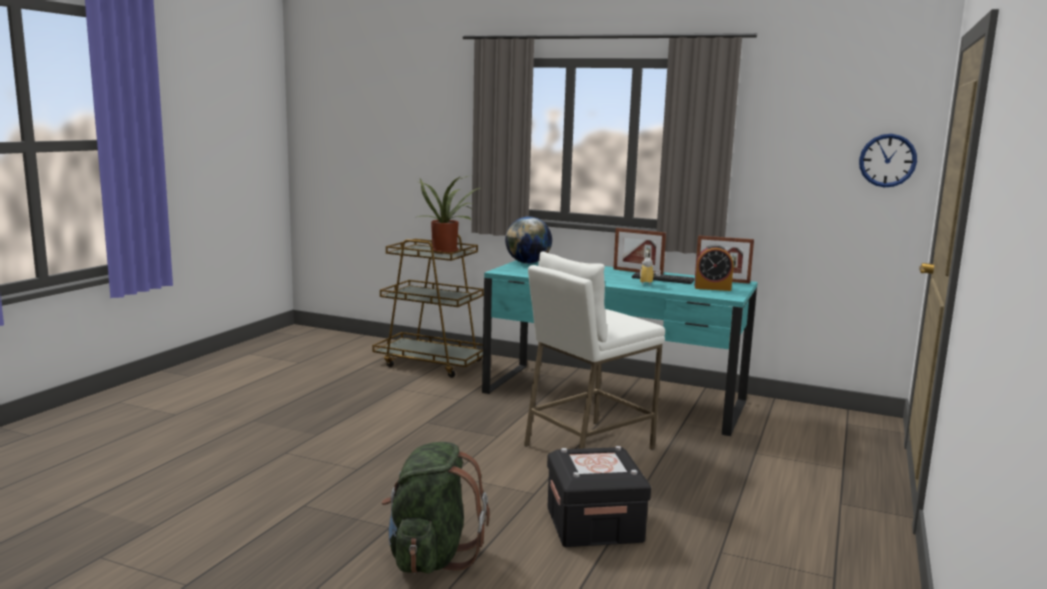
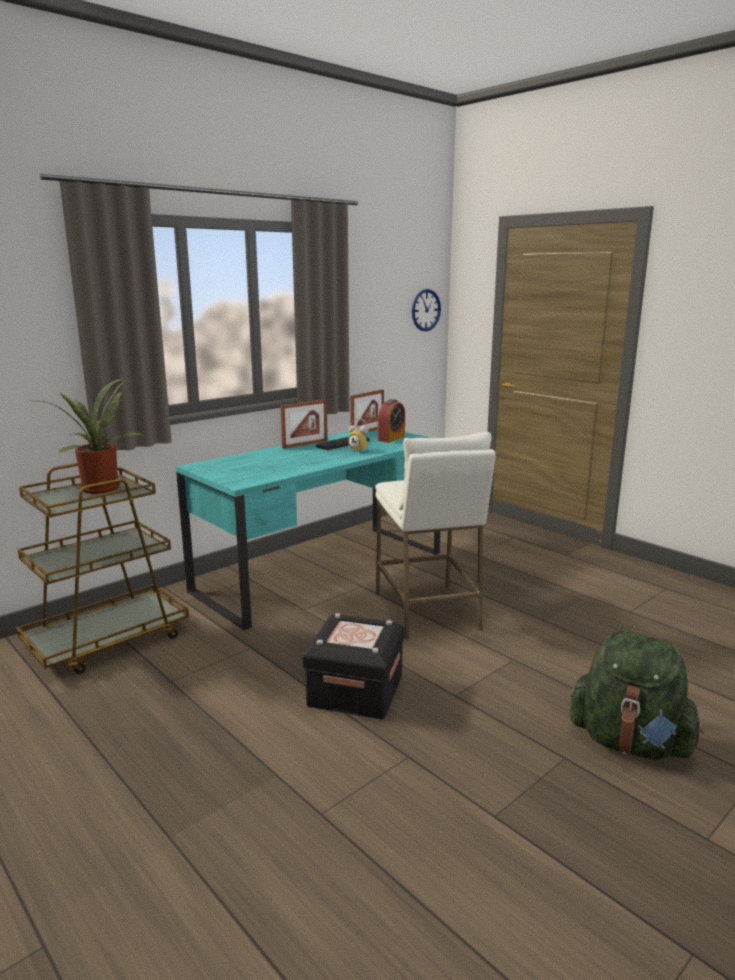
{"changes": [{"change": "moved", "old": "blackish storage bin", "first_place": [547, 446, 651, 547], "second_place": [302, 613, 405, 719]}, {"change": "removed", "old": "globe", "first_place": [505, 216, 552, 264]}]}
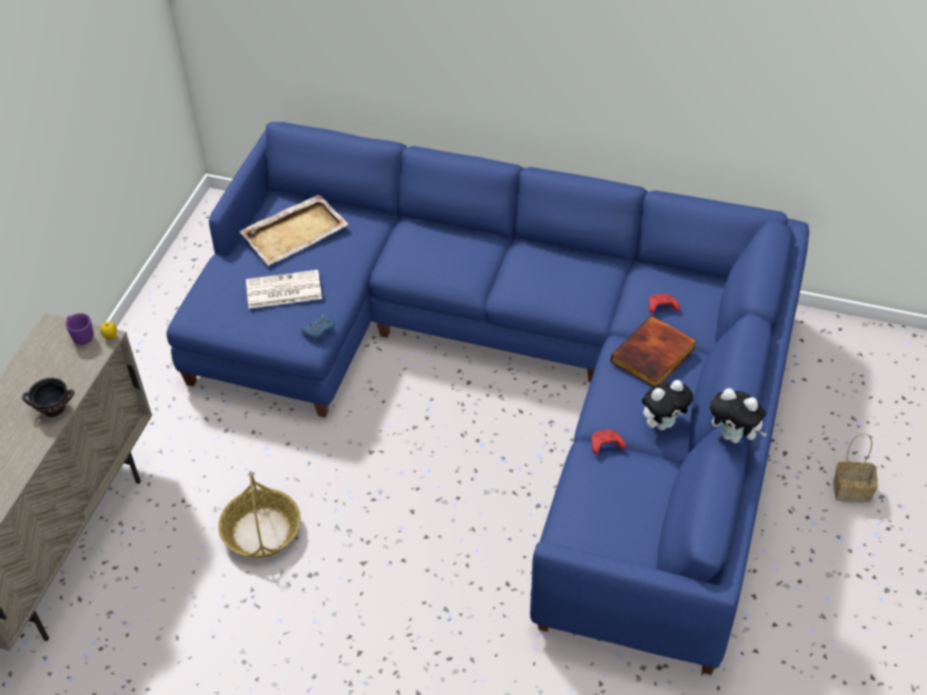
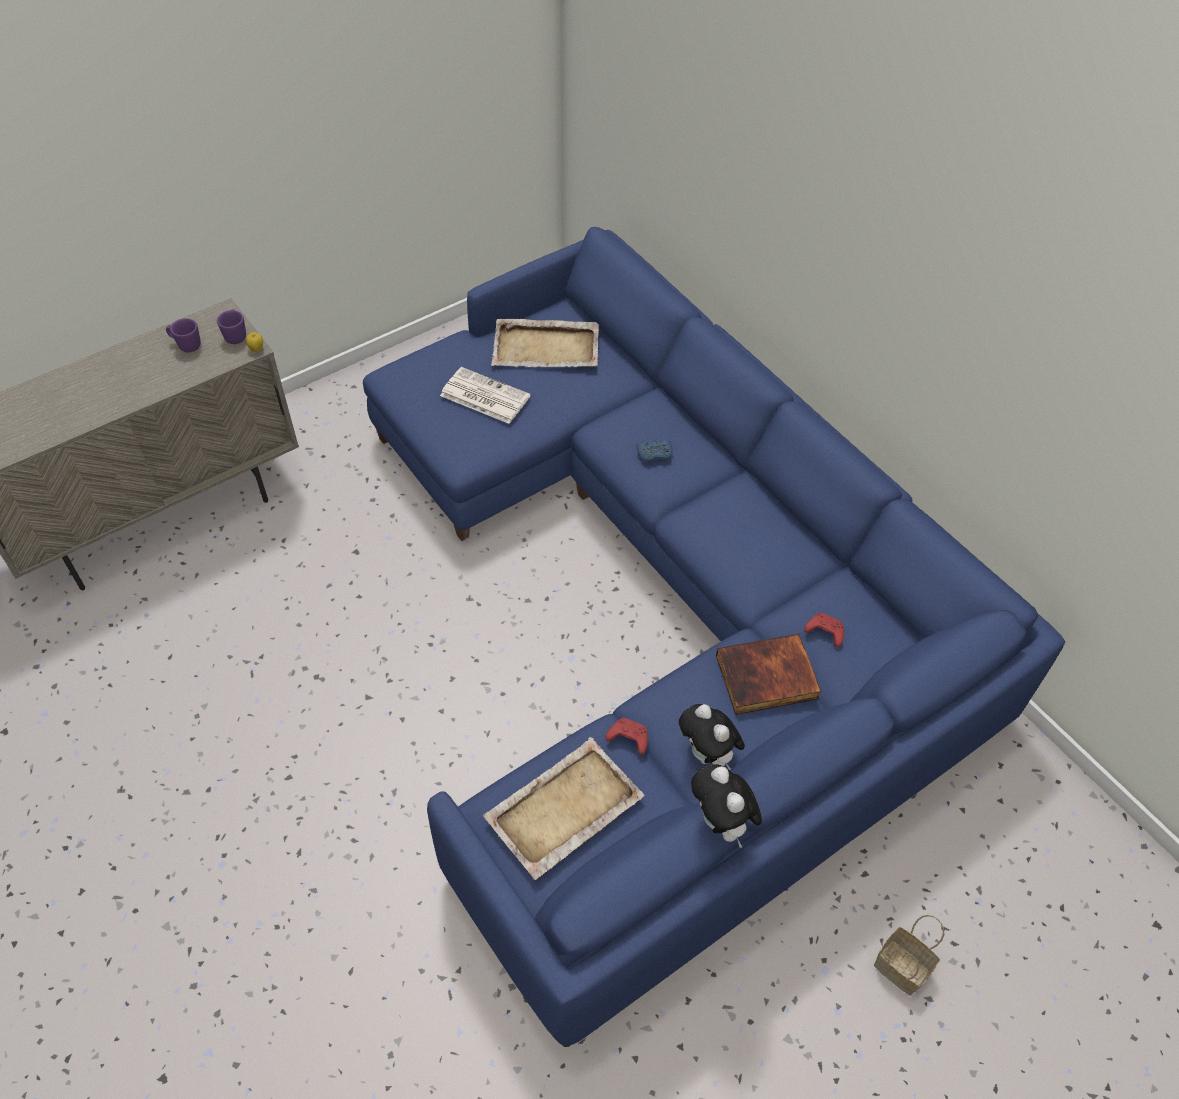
{"changes": [{"change": "added", "new": "purple coffee mug", "second_place": [166, 318, 201, 352]}, {"change": "added", "new": "sand-coloured serving tray", "second_place": [483, 737, 645, 880]}, {"change": "moved", "old": "bluish game controller", "first_place": [301, 314, 335, 339], "second_place": [637, 440, 672, 462]}, {"change": "turned", "old": "cuddly toy", "first_place": [642, 380, 693, 430], "second_place": [679, 704, 745, 770], "degrees": 45}, {"change": "removed", "old": "blackish serving bowl", "first_place": [22, 378, 74, 417]}, {"change": "removed", "old": "basket", "first_place": [218, 474, 301, 558]}]}
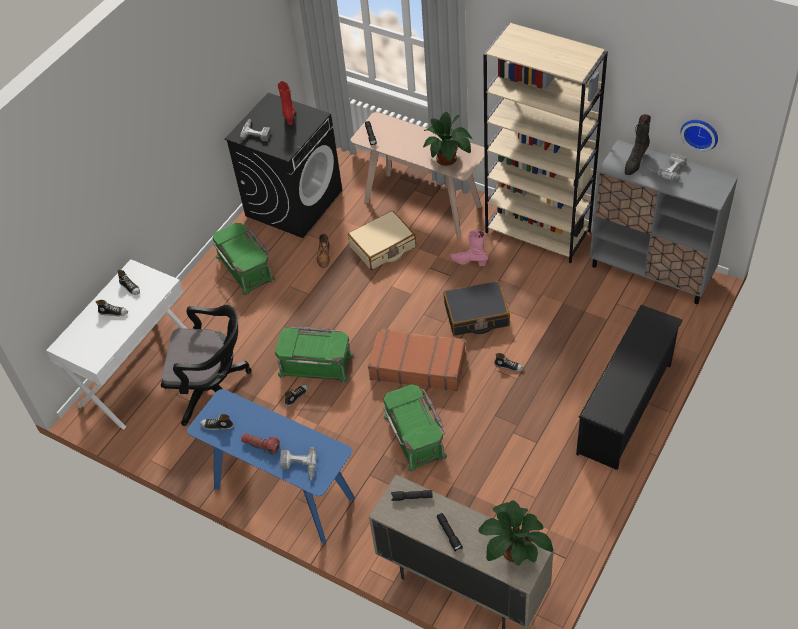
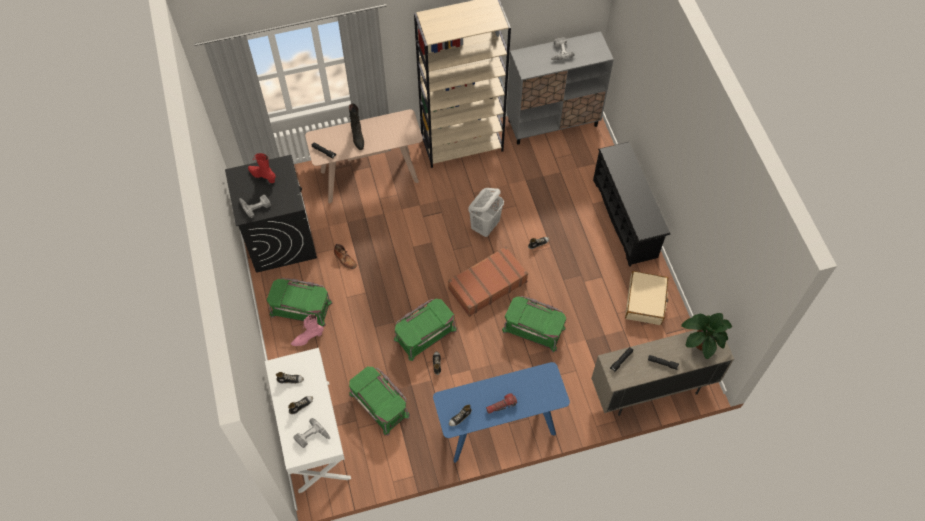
{"changes": [{"change": "moved", "old": "pinkish boot", "first_place": [450, 230, 488, 266], "second_place": [291, 314, 324, 346]}, {"change": "moved", "old": "drill", "first_place": [280, 447, 316, 480], "second_place": [293, 418, 330, 448]}, {"change": "moved", "old": "blackish boot", "first_place": [625, 114, 651, 175], "second_place": [349, 104, 364, 150]}, {"change": "replaced", "old": "blackish computer chair", "new": "green-coloured storage bin", "first_place": [161, 305, 252, 426], "second_place": [349, 367, 410, 435]}, {"change": "replaced", "old": "blackish piece of luggage", "new": "white washing basket", "first_place": [443, 281, 510, 336], "second_place": [469, 188, 504, 237]}, {"change": "moved", "old": "sand-coloured piece of luggage", "first_place": [348, 211, 416, 270], "second_place": [625, 271, 668, 325]}, {"change": "removed", "old": "houseplant", "first_place": [423, 112, 472, 166]}, {"change": "removed", "old": "wall clock", "first_place": [681, 120, 718, 152]}]}
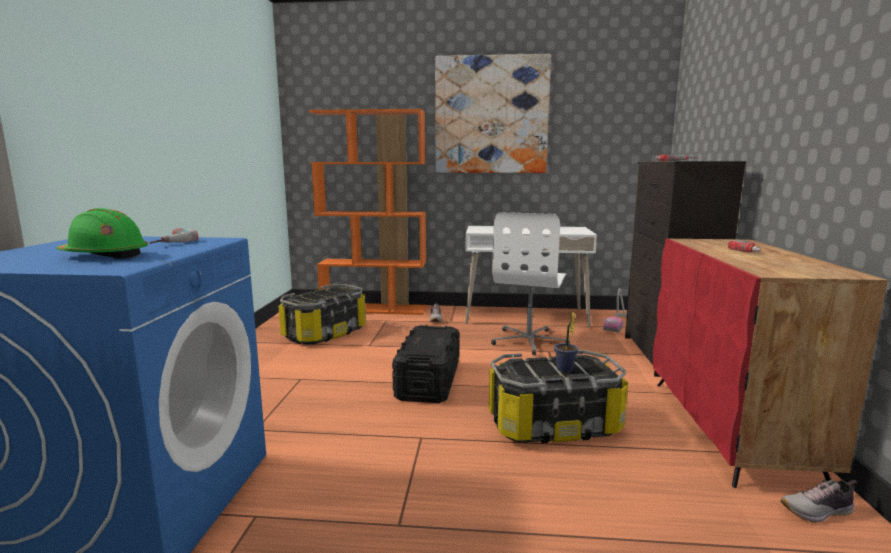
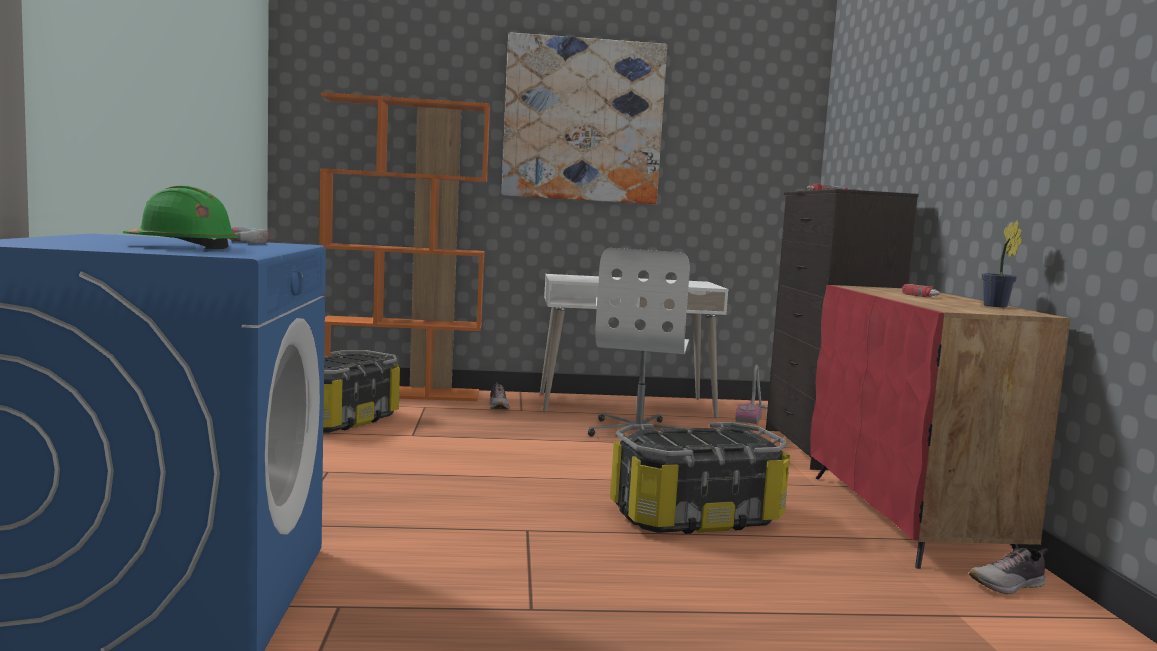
{"changes": [{"change": "moved", "old": "houseplant", "first_place": [554, 311, 578, 373], "second_place": [982, 220, 1022, 308]}, {"change": "removed", "old": "blackish storage bin", "first_place": [392, 325, 459, 403]}]}
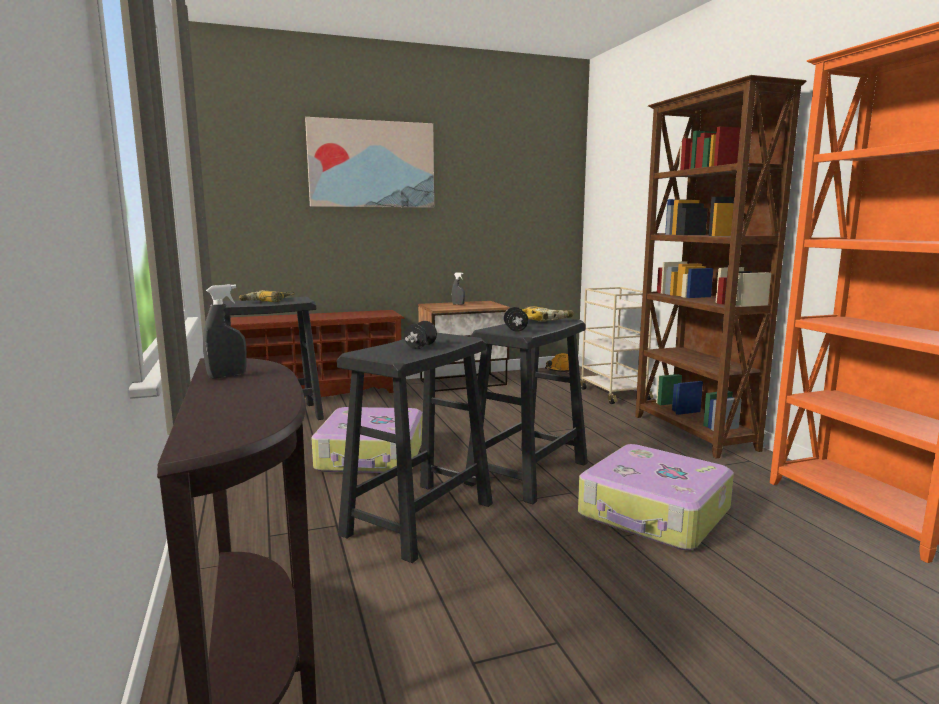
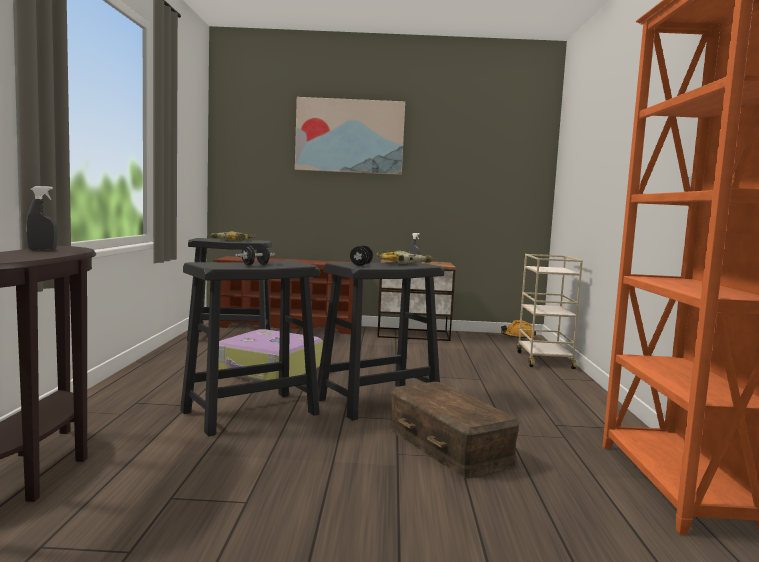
{"changes": [{"change": "replaced", "old": "piece of luggage", "new": "brown-coloured storage bin", "first_place": [578, 444, 734, 550], "second_place": [389, 382, 520, 478]}, {"change": "removed", "old": "brown-coloured bookcase", "first_place": [635, 75, 807, 459]}]}
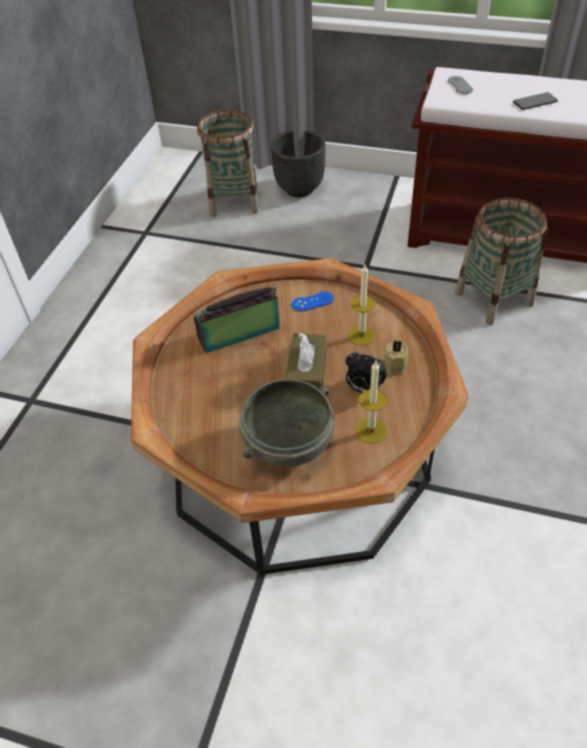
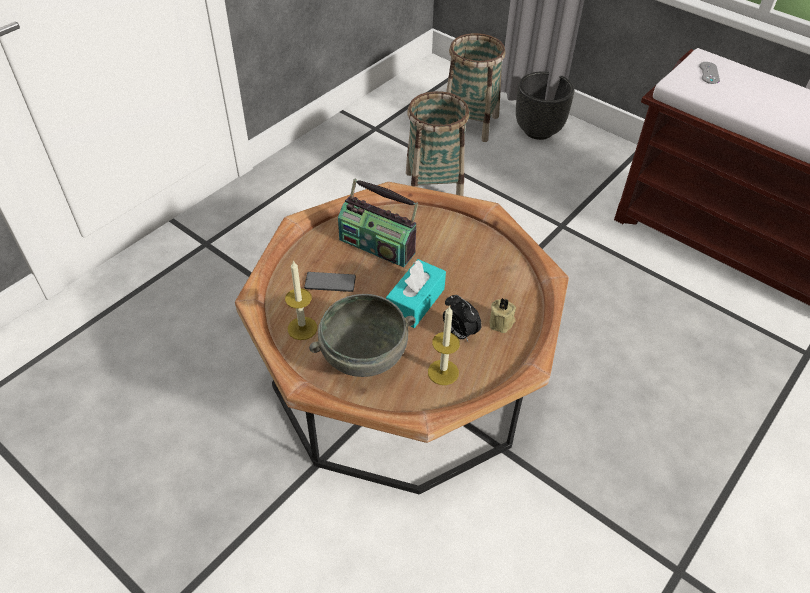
{"changes": [{"change": "moved", "old": "candle", "first_place": [348, 265, 376, 346], "second_place": [285, 260, 317, 340]}, {"change": "moved", "old": "telephone", "first_place": [513, 92, 558, 110], "second_place": [304, 272, 356, 292]}, {"change": "turned", "old": "radio set", "first_place": [194, 285, 279, 353], "second_place": [338, 178, 418, 267], "degrees": -150}, {"change": "recoloured", "old": "brown-coloured tissue holder", "new": "turquoise tissue holder", "first_place": [285, 333, 327, 390], "second_place": [386, 259, 446, 328]}, {"change": "moved", "old": "basket", "first_place": [455, 198, 547, 325], "second_place": [406, 91, 469, 196]}, {"change": "removed", "old": "bluish game controller", "first_place": [291, 291, 334, 311]}]}
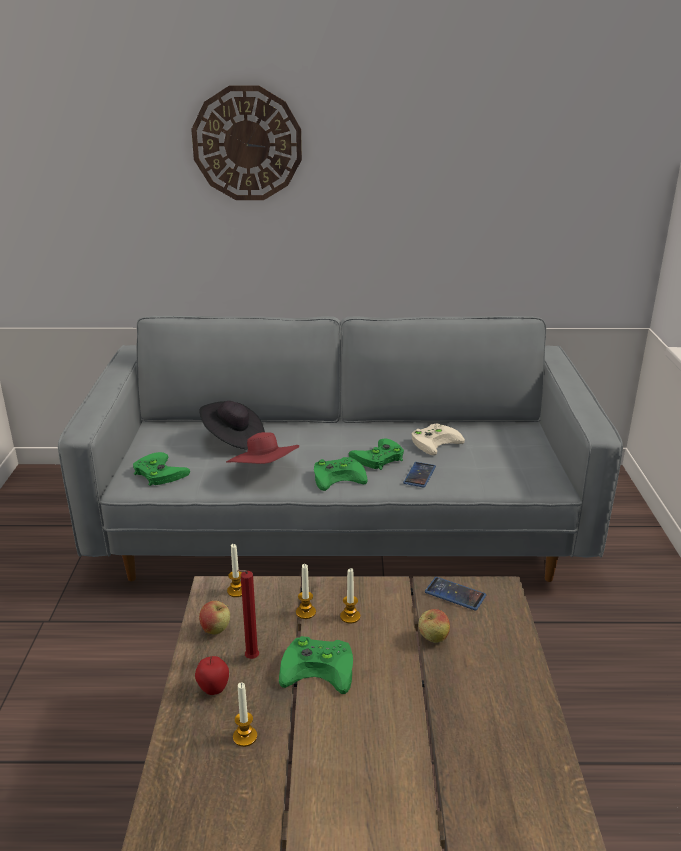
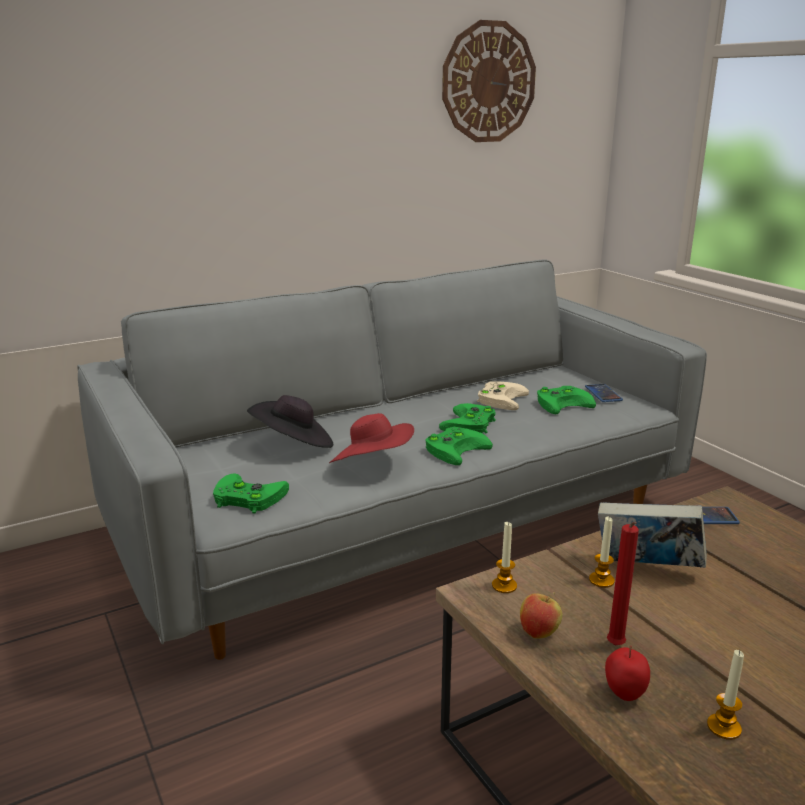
{"changes": [{"change": "moved", "old": "wall clock", "first_place": [191, 86, 302, 200], "second_place": [442, 20, 536, 142]}, {"change": "moved", "old": "green-coloured game controller", "first_place": [279, 636, 353, 694], "second_place": [537, 386, 596, 414]}, {"change": "moved", "old": "telephone", "first_place": [403, 462, 436, 488], "second_place": [585, 384, 623, 402]}, {"change": "replaced", "old": "candle", "new": "volume", "first_place": [340, 568, 360, 624], "second_place": [598, 503, 707, 568]}, {"change": "removed", "old": "apple fruit", "first_place": [418, 609, 450, 643]}]}
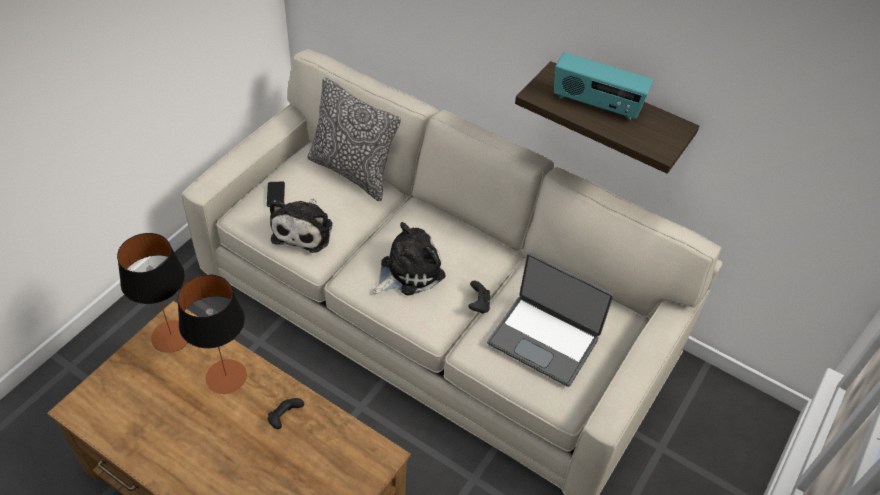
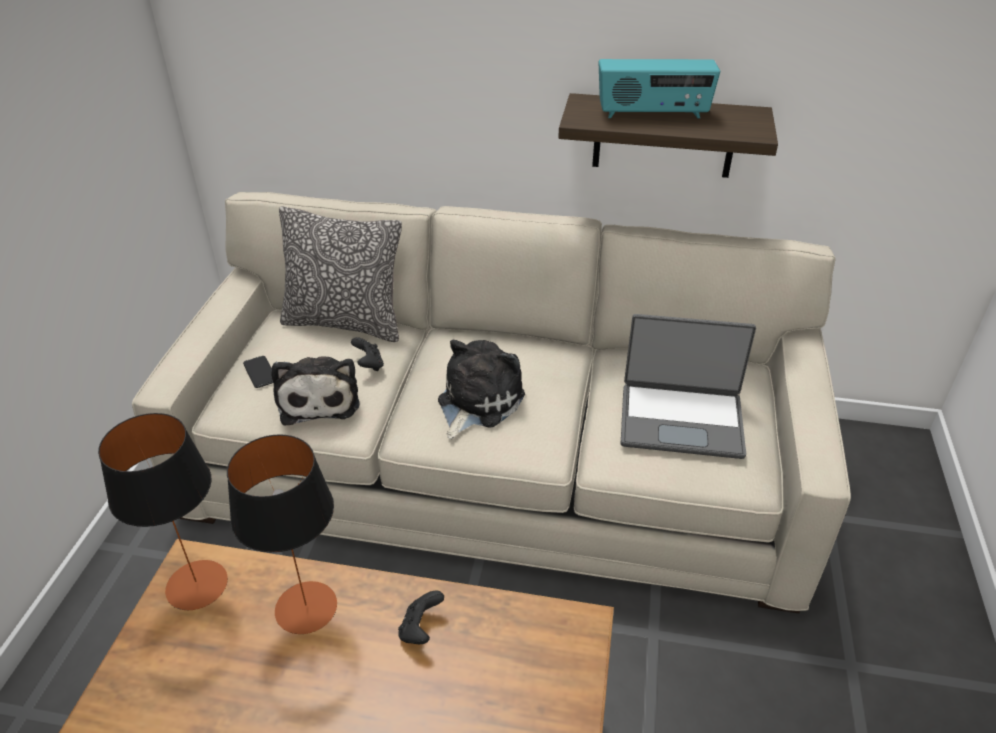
{"changes": [{"change": "moved", "old": "blackish game controller", "first_place": [468, 280, 490, 314], "second_place": [351, 337, 384, 371]}]}
